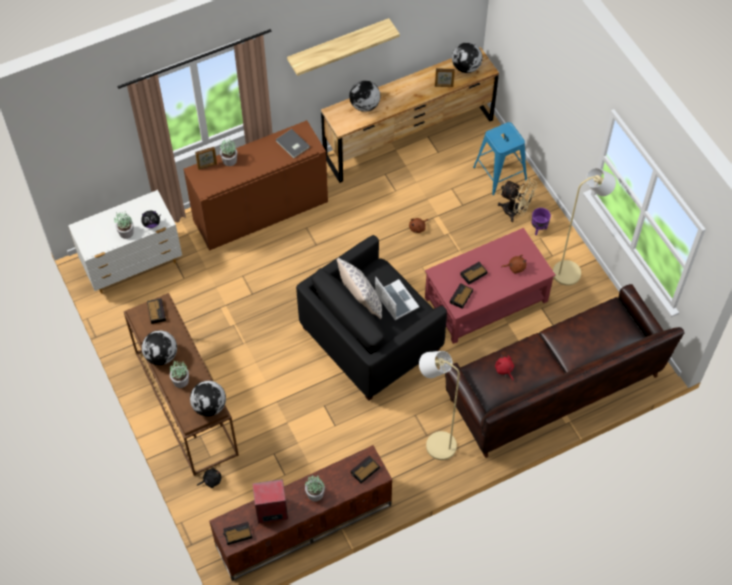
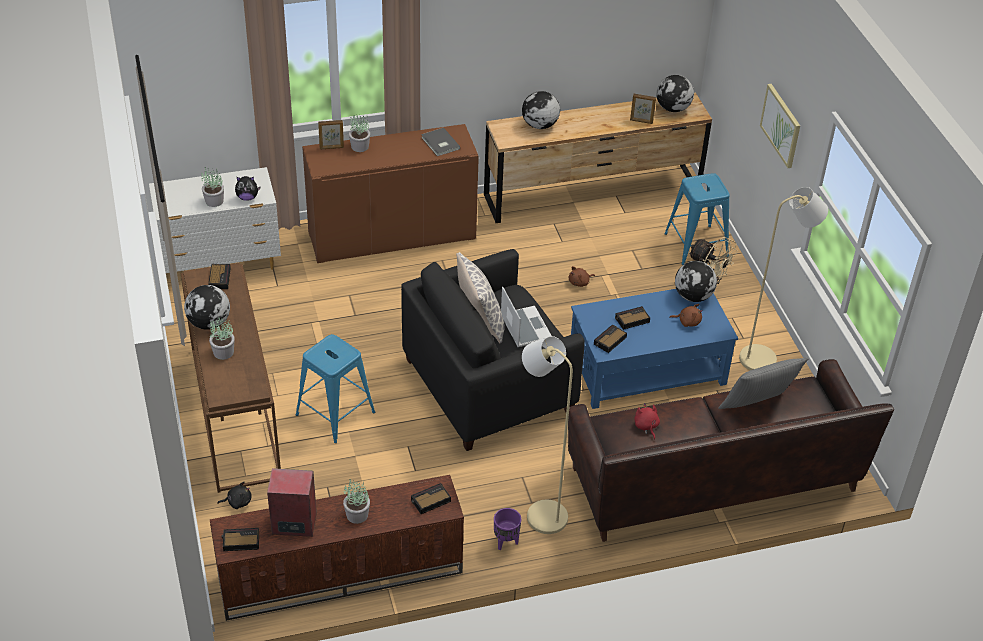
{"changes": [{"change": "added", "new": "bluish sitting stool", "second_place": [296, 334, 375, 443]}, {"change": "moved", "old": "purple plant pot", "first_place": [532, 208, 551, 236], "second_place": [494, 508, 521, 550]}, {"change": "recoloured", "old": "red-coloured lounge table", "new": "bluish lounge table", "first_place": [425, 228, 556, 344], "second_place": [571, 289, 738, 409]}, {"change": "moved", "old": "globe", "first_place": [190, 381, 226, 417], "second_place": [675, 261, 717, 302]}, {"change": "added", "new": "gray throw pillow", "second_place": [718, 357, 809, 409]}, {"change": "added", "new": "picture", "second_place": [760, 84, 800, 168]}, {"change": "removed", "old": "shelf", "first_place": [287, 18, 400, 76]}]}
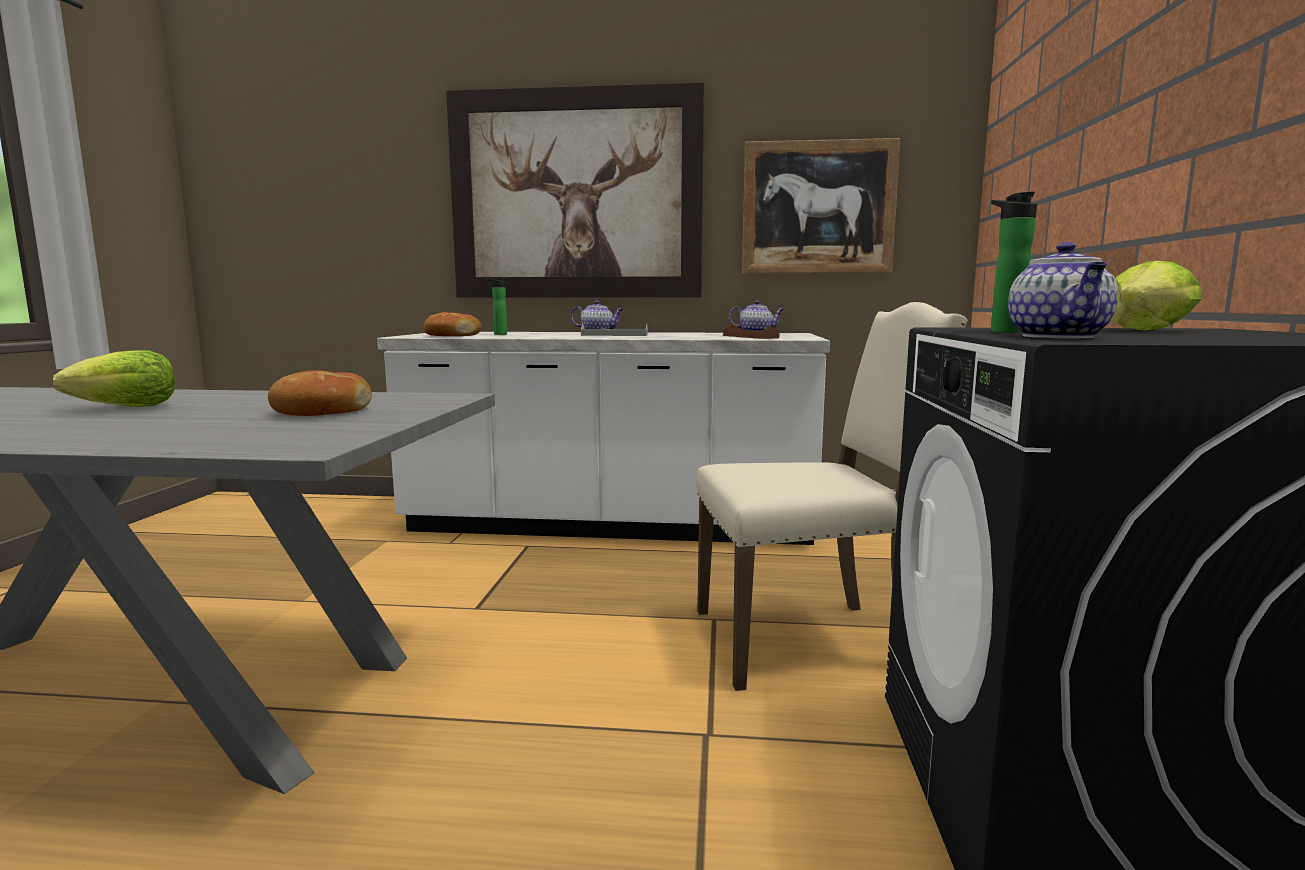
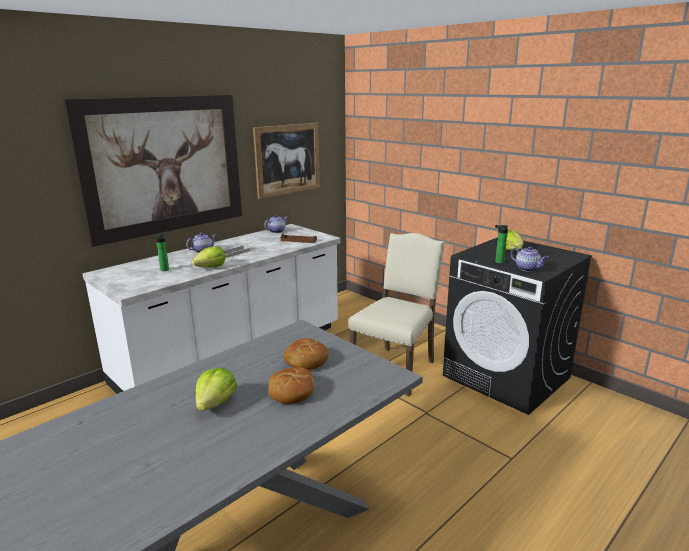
{"changes": [{"change": "added", "new": "head of lettuce", "second_place": [192, 246, 226, 268]}, {"change": "moved", "old": "baked bread", "first_place": [424, 312, 481, 336], "second_place": [268, 367, 314, 404]}]}
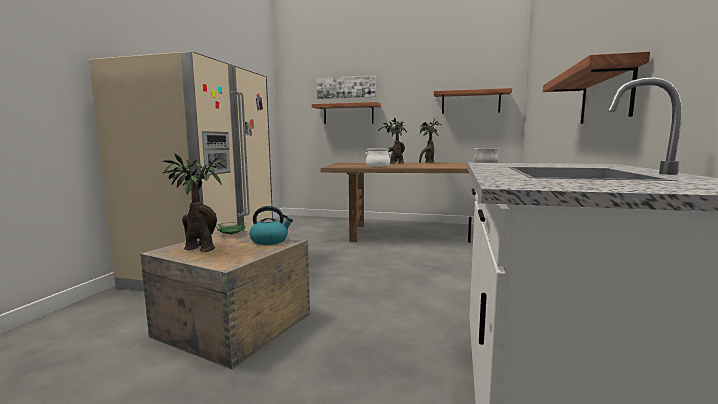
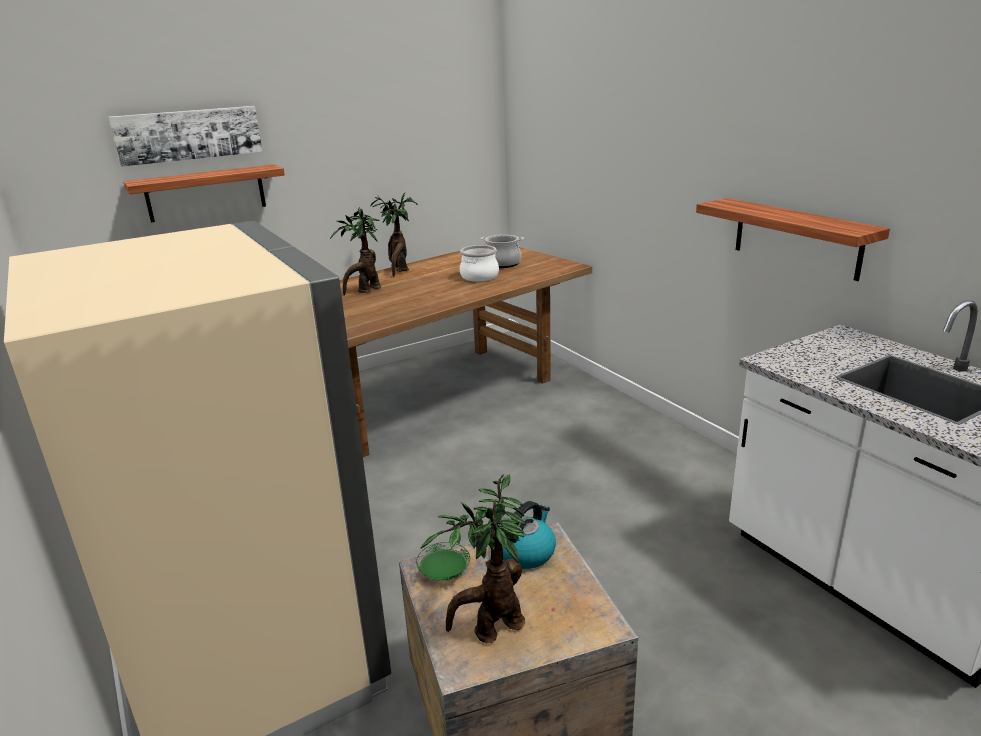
{"changes": [{"change": "moved", "old": "saucepot", "first_place": [365, 148, 391, 167], "second_place": [460, 245, 499, 282]}, {"change": "removed", "old": "shelf", "first_place": [434, 88, 512, 114]}]}
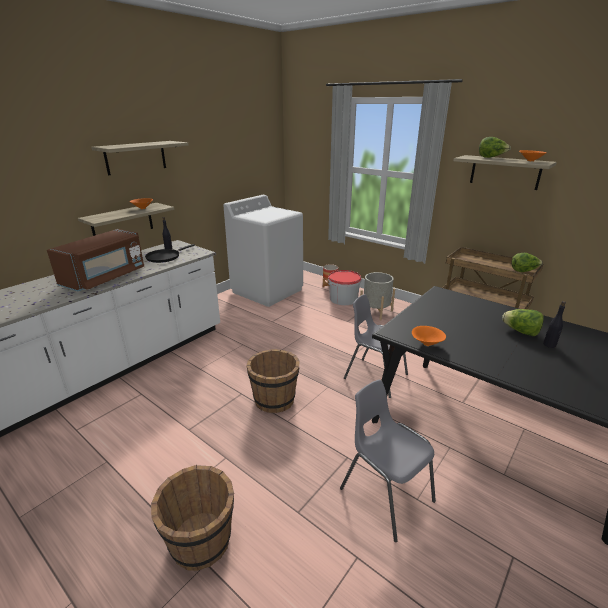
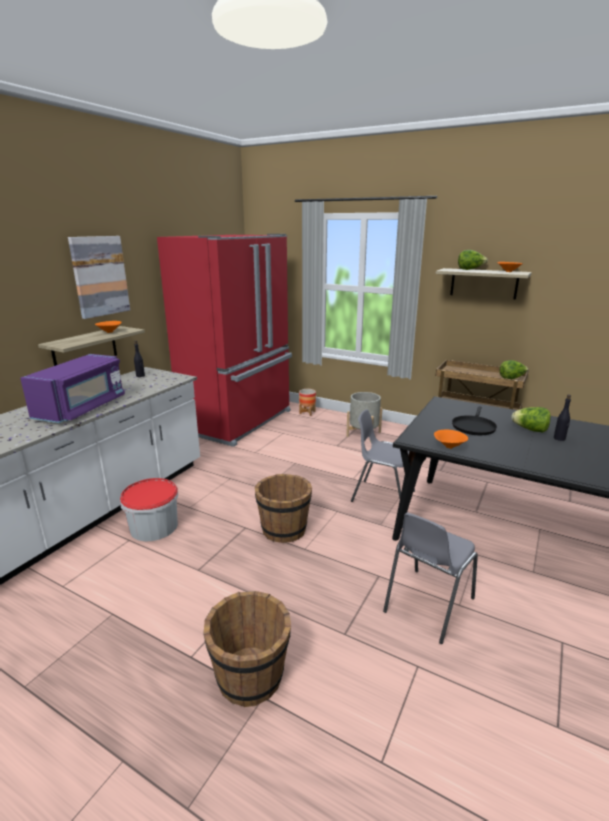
{"changes": [{"change": "recoloured", "old": "brown-coloured kitchen microwave", "new": "purple kitchen microwave", "first_place": [47, 229, 144, 291], "second_place": [20, 354, 125, 423]}, {"change": "replaced", "old": "shelf", "new": "picture", "first_place": [91, 141, 189, 175], "second_place": [68, 236, 130, 319]}, {"change": "moved", "old": "bucket", "first_place": [328, 270, 362, 305], "second_place": [120, 478, 178, 541]}, {"change": "replaced", "old": "white laundry machine", "new": "red-coloured refrigerator", "first_place": [223, 195, 303, 307], "second_place": [157, 234, 292, 447]}, {"change": "turned", "old": "gray chair", "first_place": [340, 380, 436, 542], "second_place": [383, 513, 478, 644], "degrees": -90}, {"change": "moved", "old": "blackish frying pan", "first_place": [145, 244, 195, 263], "second_place": [452, 406, 497, 435]}]}
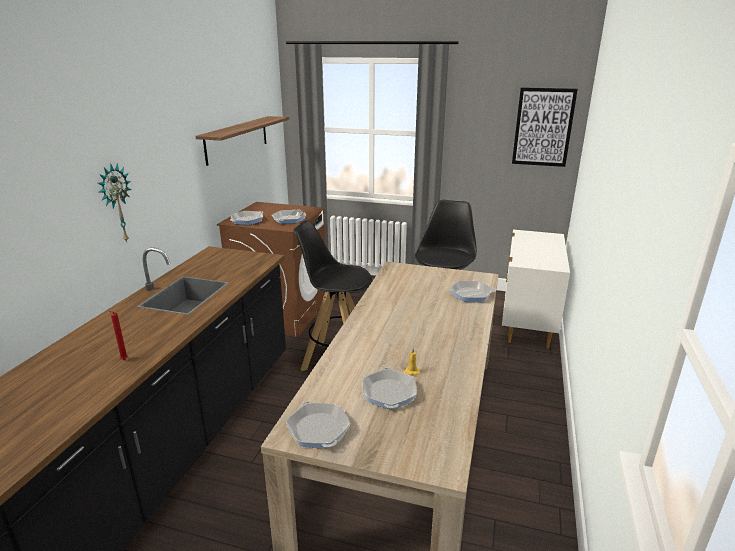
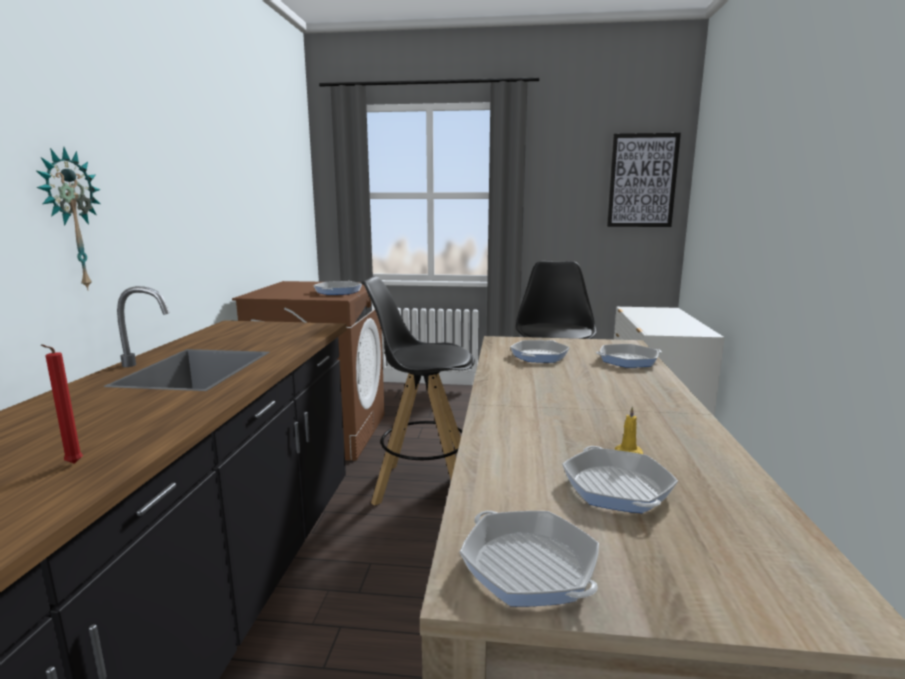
{"changes": [{"change": "moved", "old": "frying pan", "first_place": [230, 211, 263, 225], "second_place": [510, 340, 570, 363]}, {"change": "removed", "old": "shelf", "first_place": [195, 116, 289, 166]}]}
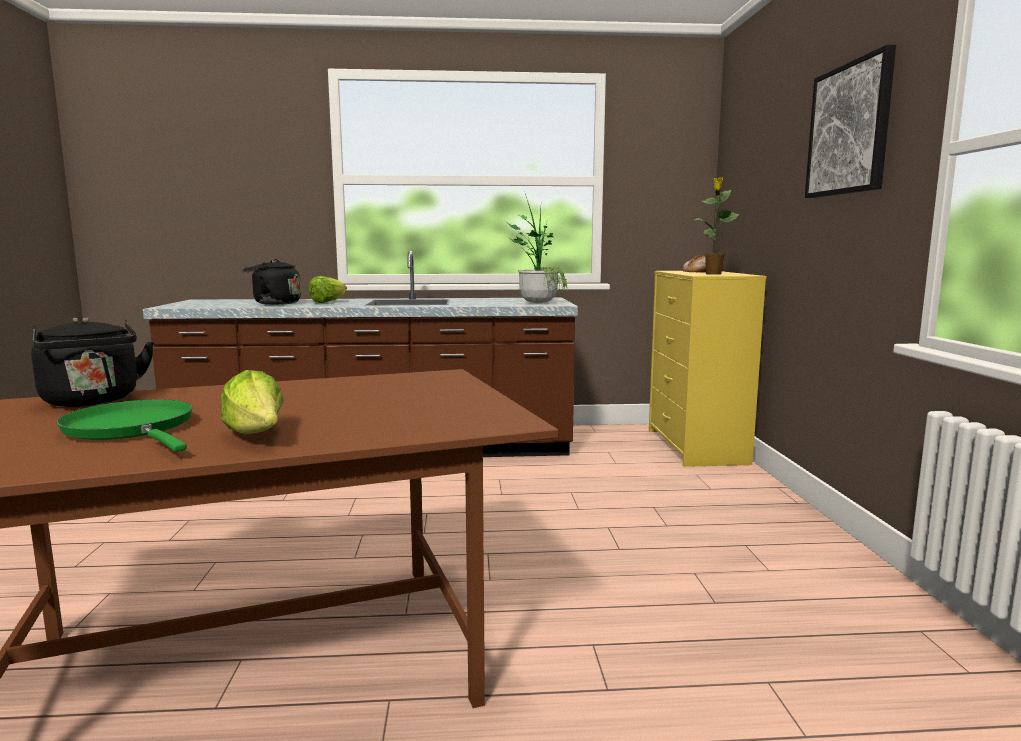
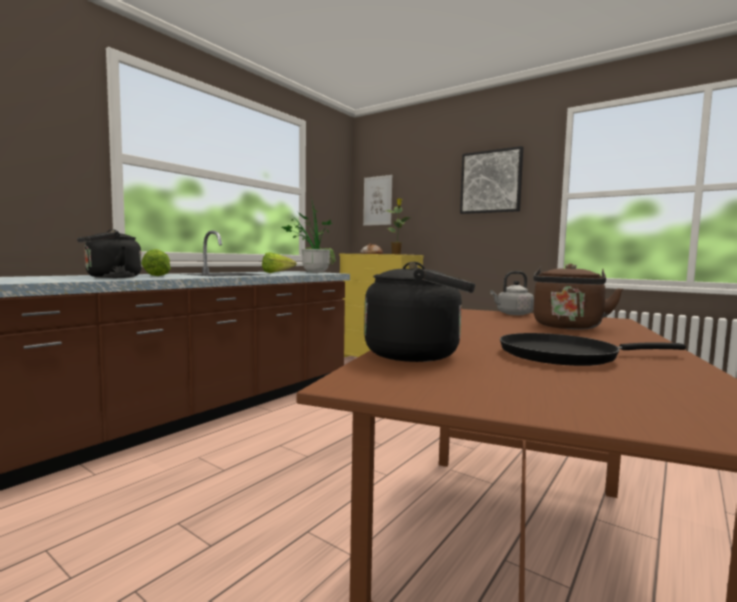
{"changes": [{"change": "moved", "old": "head of lettuce", "first_place": [221, 370, 284, 434], "second_place": [262, 252, 297, 273]}, {"change": "added", "new": "picture", "second_place": [363, 175, 392, 226]}, {"change": "added", "new": "gray tea kettle", "second_place": [490, 271, 534, 315]}, {"change": "recoloured", "old": "green-coloured frying pan", "new": "blackish frying pan", "first_place": [56, 399, 193, 452], "second_place": [500, 333, 686, 366]}, {"change": "added", "new": "brown-coloured tea kettle", "second_place": [533, 264, 623, 330]}]}
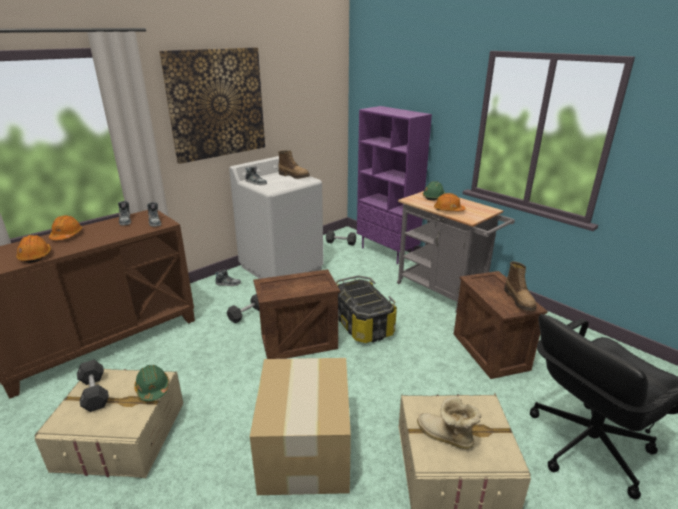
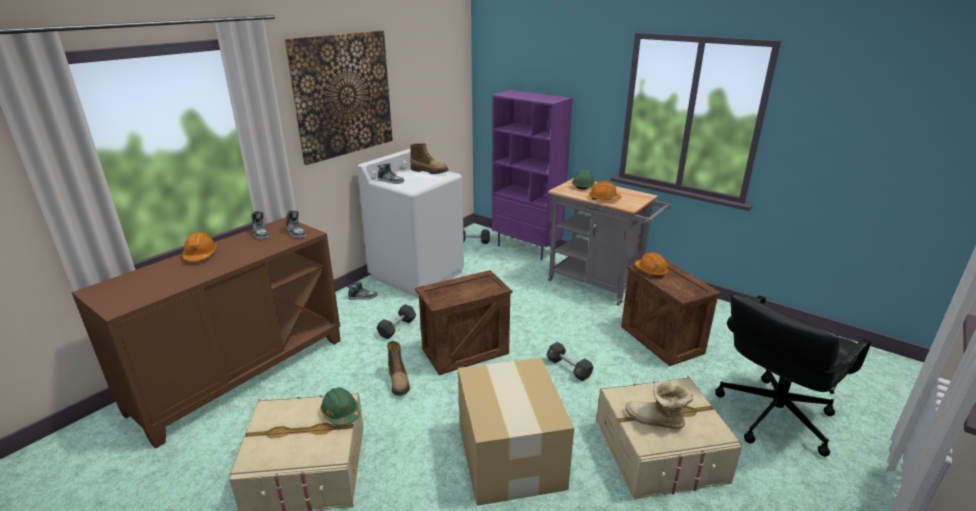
{"changes": [{"change": "moved", "old": "boot", "first_place": [504, 261, 536, 311], "second_place": [387, 341, 410, 396]}, {"change": "moved", "old": "blackish hand weight", "first_place": [77, 360, 109, 412], "second_place": [546, 342, 594, 381]}, {"change": "moved", "old": "orange-coloured work helmet", "first_place": [16, 235, 51, 263], "second_place": [635, 252, 669, 277]}, {"change": "removed", "old": "storage bin", "first_place": [336, 276, 397, 343]}]}
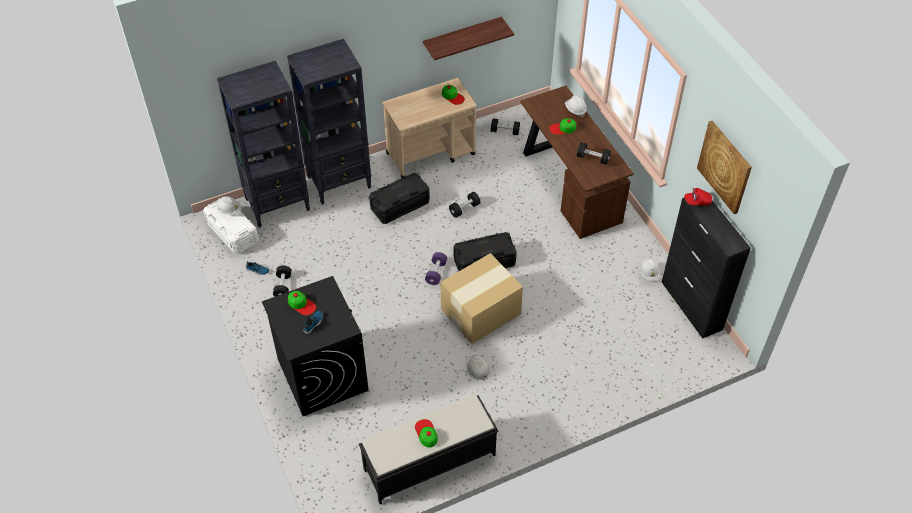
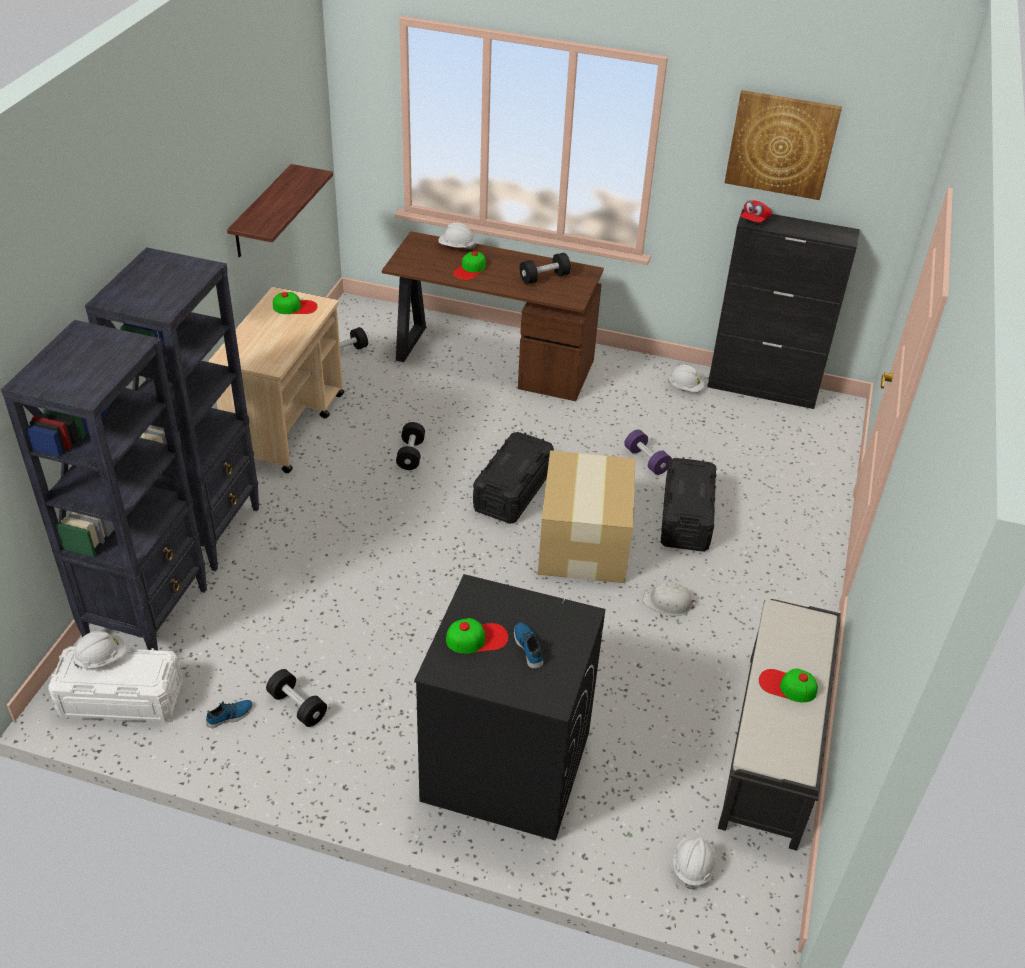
{"changes": [{"change": "moved", "old": "purple hand weight", "first_place": [425, 252, 447, 285], "second_place": [625, 430, 672, 475]}, {"change": "moved", "old": "blackish storage bin", "first_place": [369, 173, 430, 224], "second_place": [661, 457, 716, 552]}, {"change": "added", "new": "white work helmet", "second_place": [673, 837, 716, 890]}]}
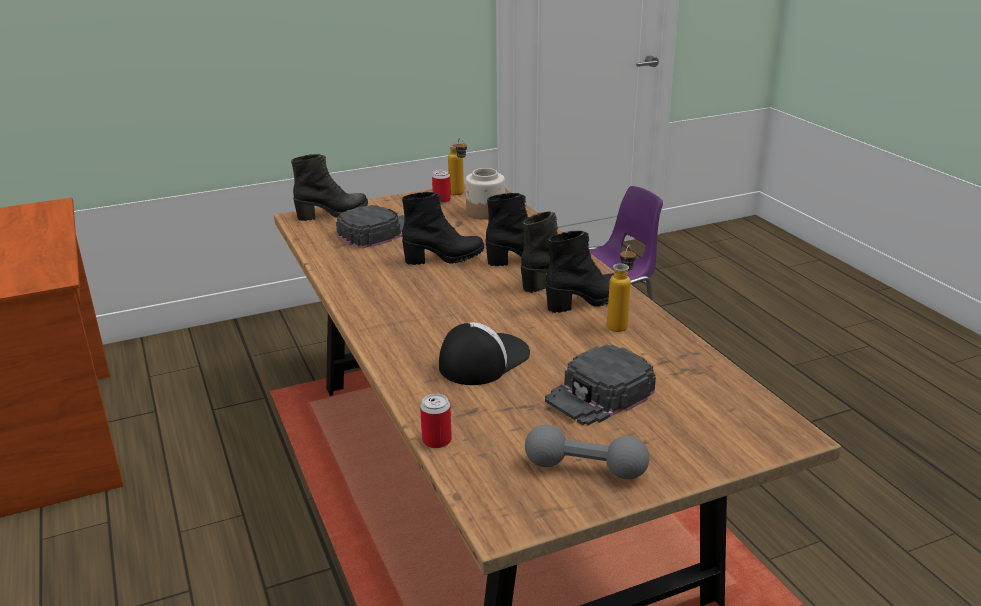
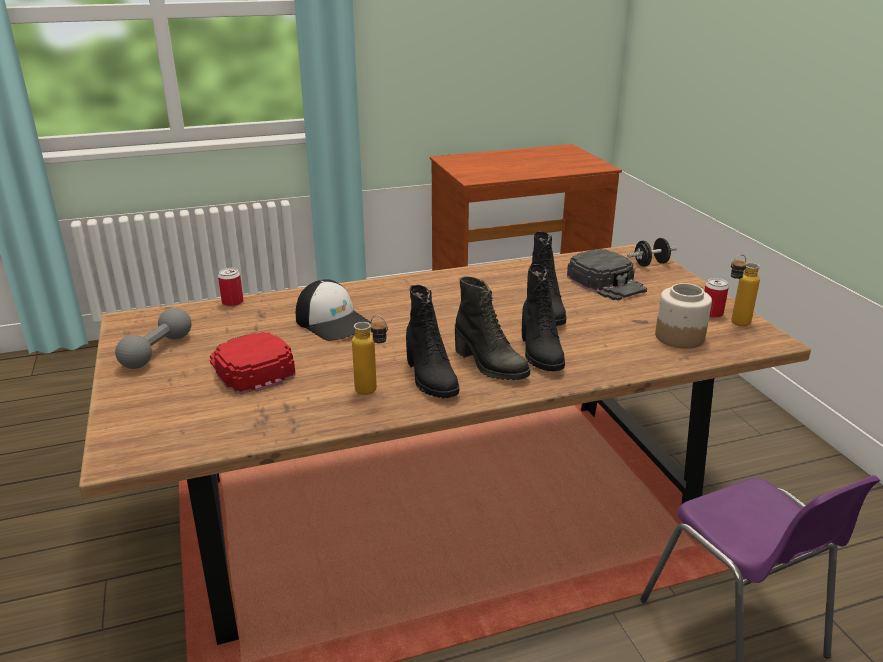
{"changes": [{"change": "recoloured", "old": "blackish cap", "new": "red-coloured cap", "first_place": [545, 344, 656, 425], "second_place": [210, 332, 296, 395]}, {"change": "replaced", "old": "blackish boot", "new": "blackish hand weight", "first_place": [291, 154, 368, 221], "second_place": [627, 238, 677, 267]}]}
